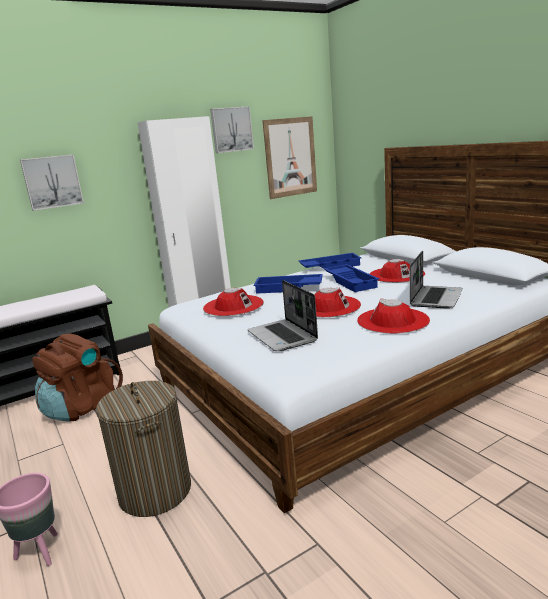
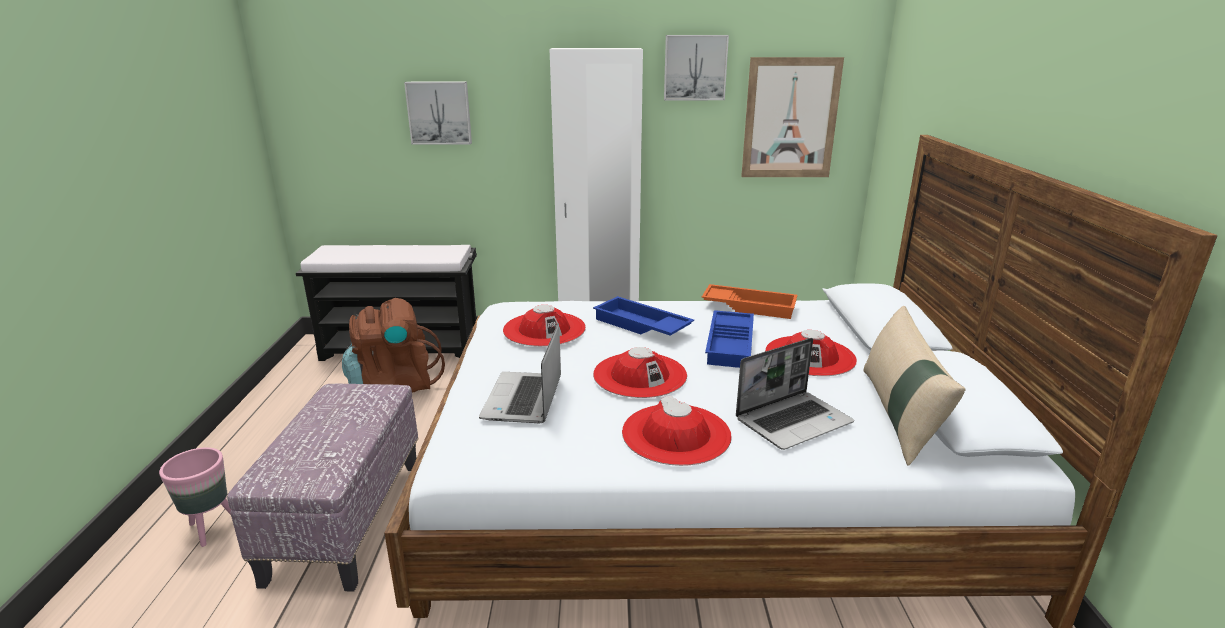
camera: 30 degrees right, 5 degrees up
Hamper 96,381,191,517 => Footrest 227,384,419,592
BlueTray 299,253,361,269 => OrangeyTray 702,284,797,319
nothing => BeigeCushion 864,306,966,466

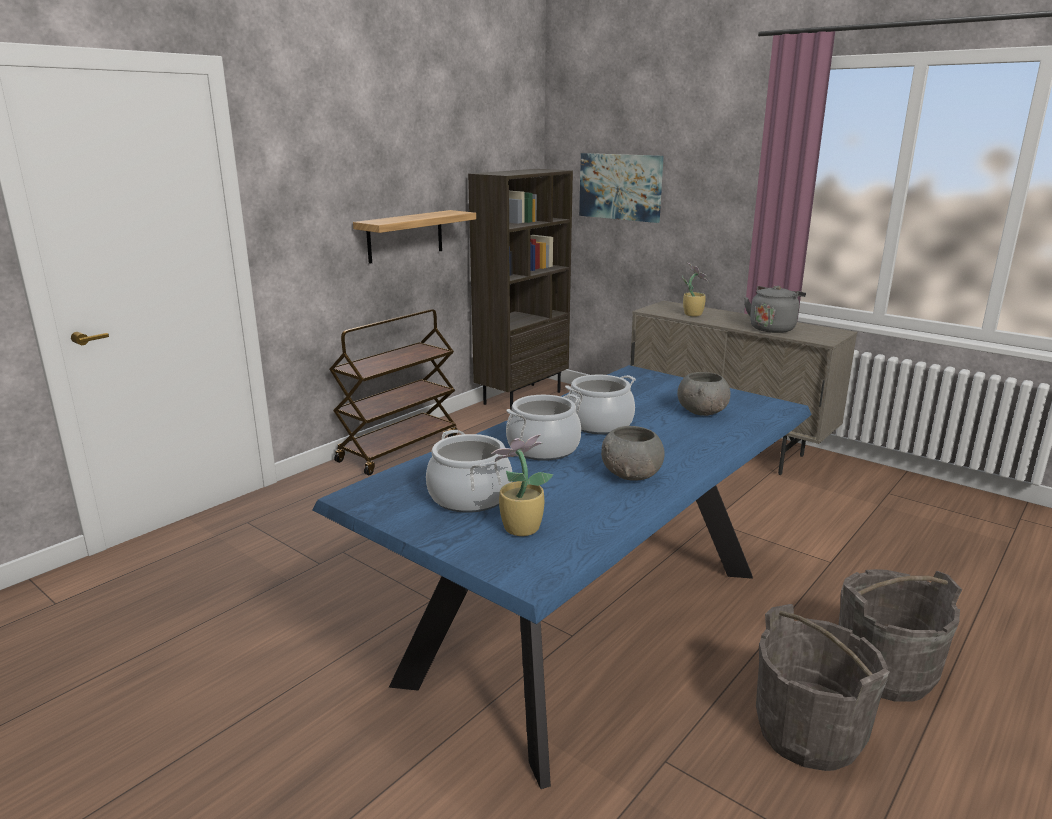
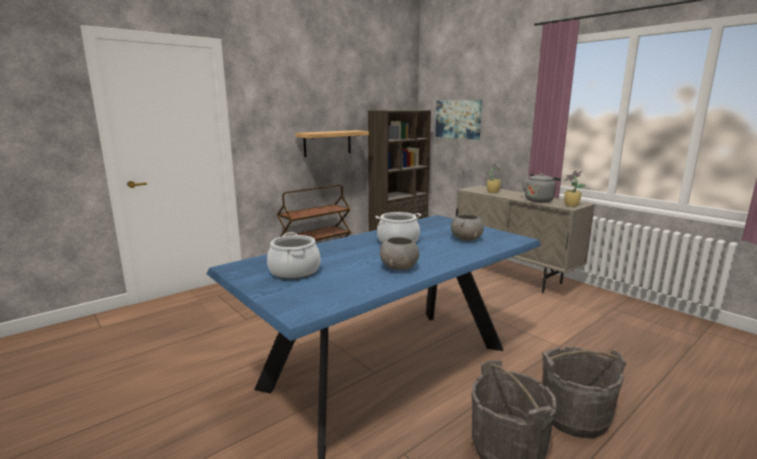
camera: 10 degrees right, 5 degrees down
PlantInAPot 491,434,553,536 => PlantInAPot 564,170,586,207, relocated
Saucepot 506,394,581,461 => nothing

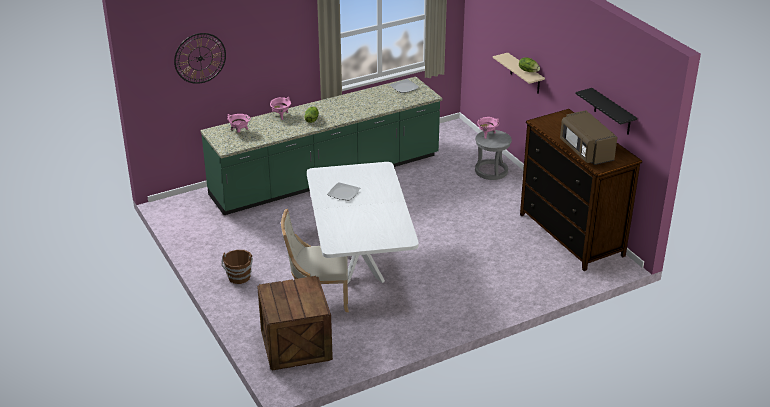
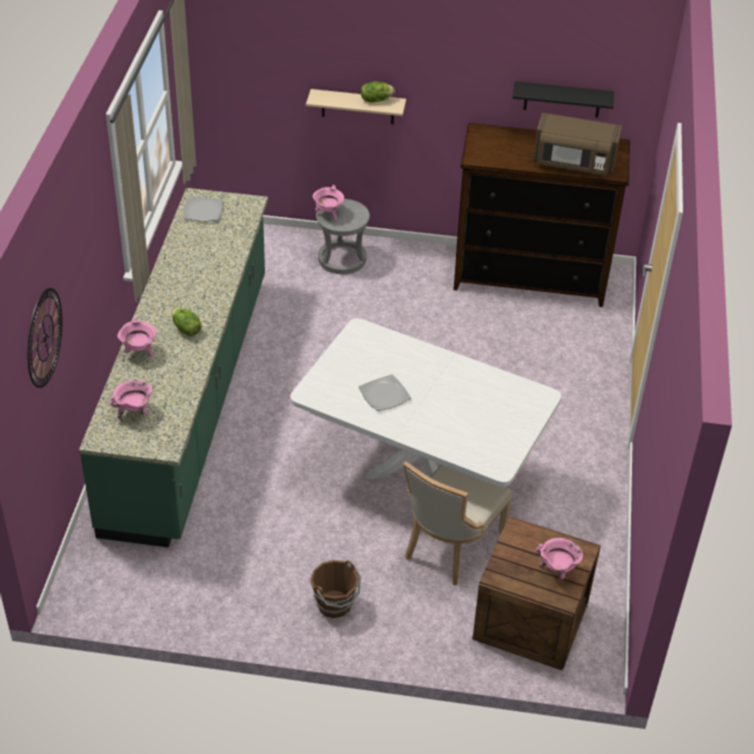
camera: 55 degrees left, 10 degrees up
nothing => PinkSaucepot 536,538,583,579

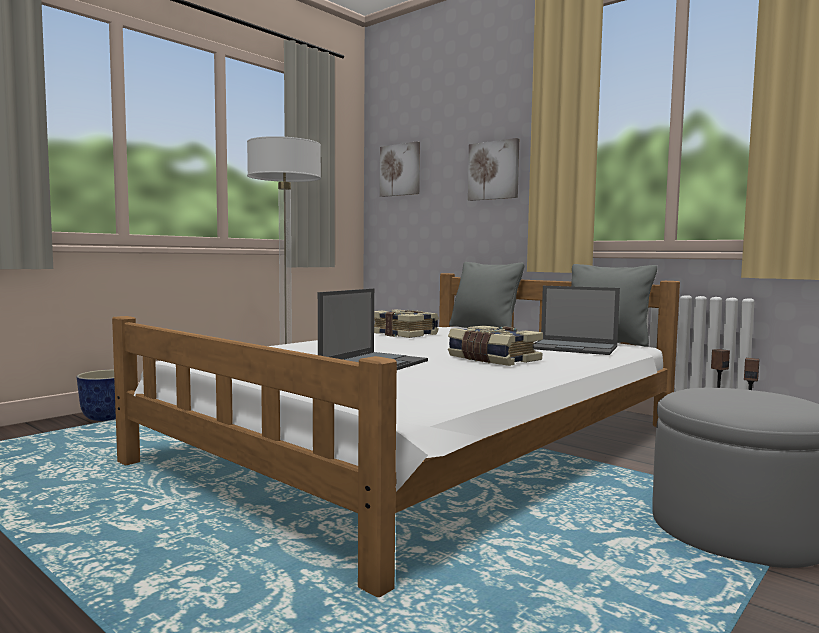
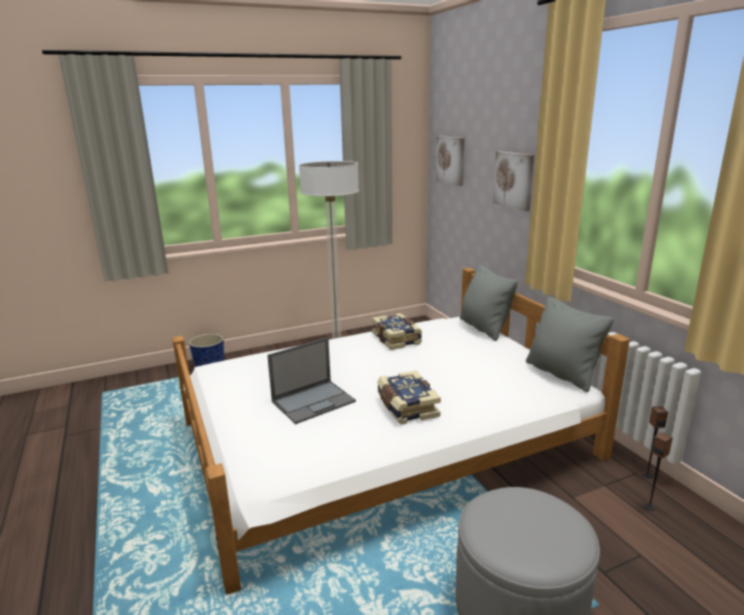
camera: 25 degrees right, 15 degrees up
PortableComputer 532,286,620,355 => nothing

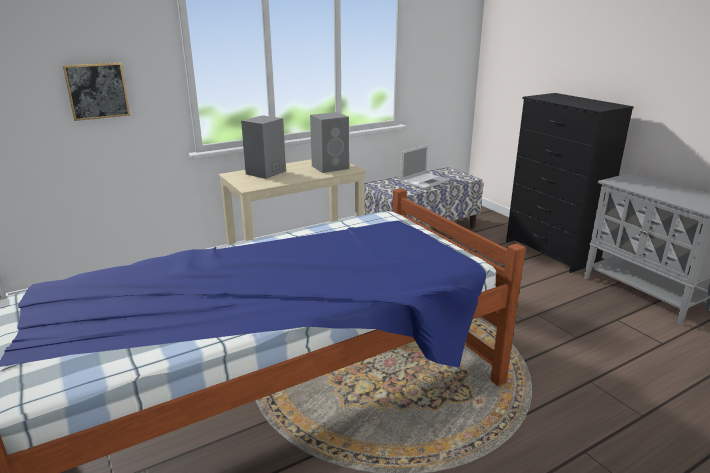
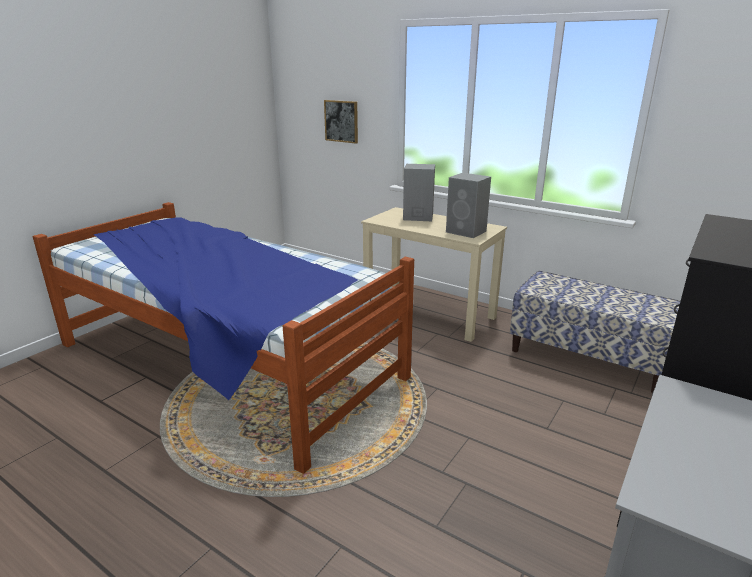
camera: 65 degrees right, 0 degrees up
PortableComputer 400,145,449,189 => nothing

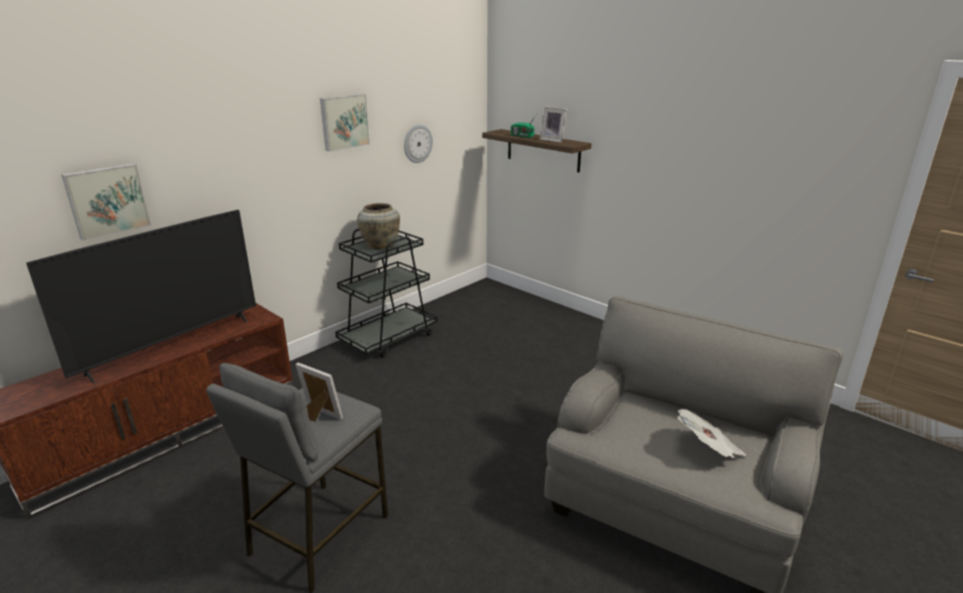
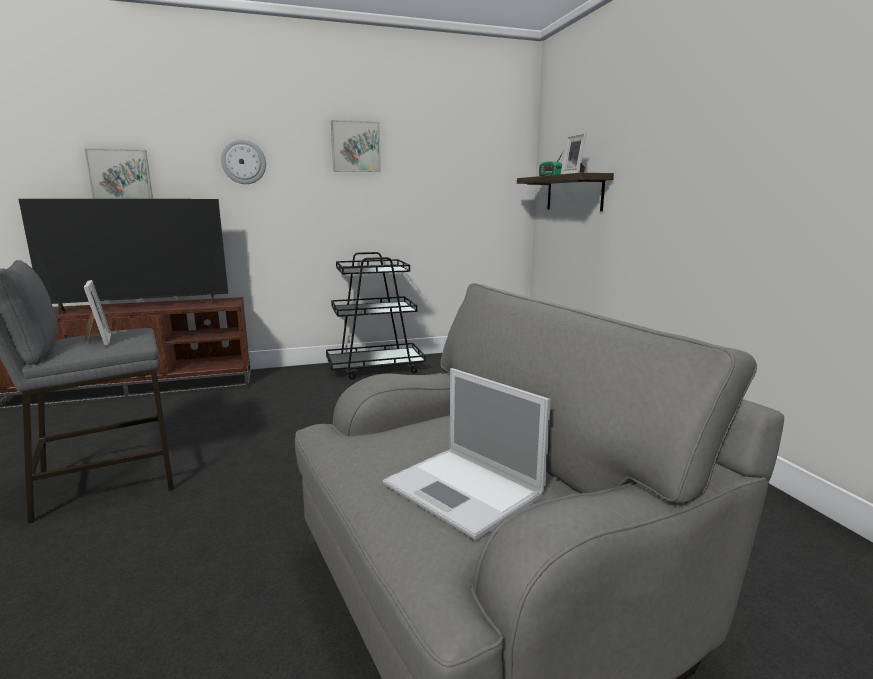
camera: 30 degrees right, 10 degrees down
WallClock 404,124,433,163 => WallClock 221,139,266,184, relocated
PrintedPaper 676,409,746,458 => PortableComputer 383,368,551,540
BeigeFlowerVase 357,203,400,249 => nothing

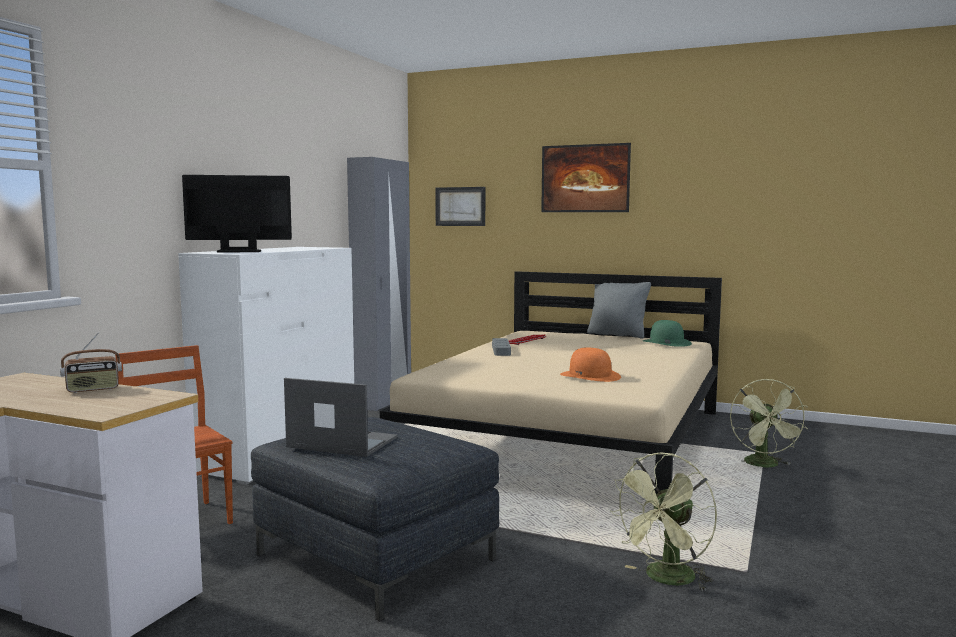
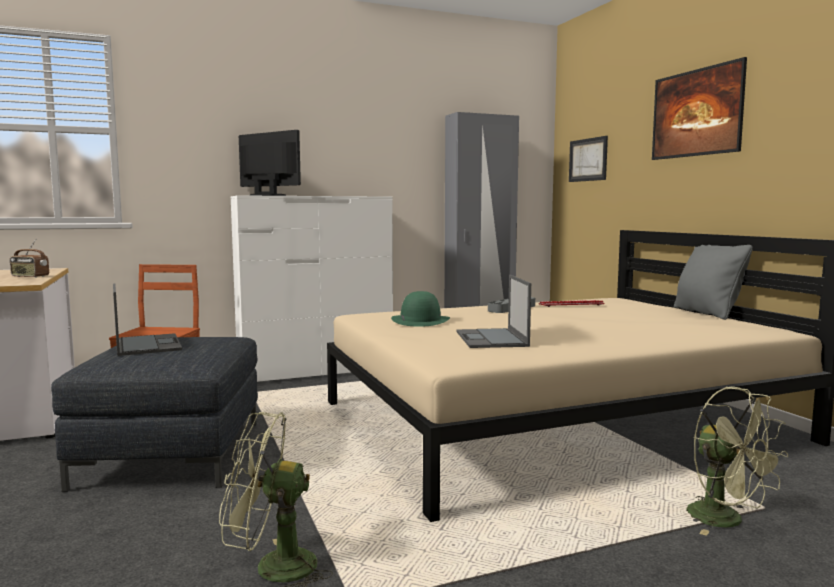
camera: 45 degrees right, 0 degrees up
GreenishHat 643,320,692,347 => GreenishHat 391,291,450,327, relocated
OrangeyHat 560,348,621,382 => PortableComputer 456,275,531,348
GreenishCoolingFan 730,379,808,467 => GreenishCoolingFan 686,386,788,536, 75 degrees counterclockwise

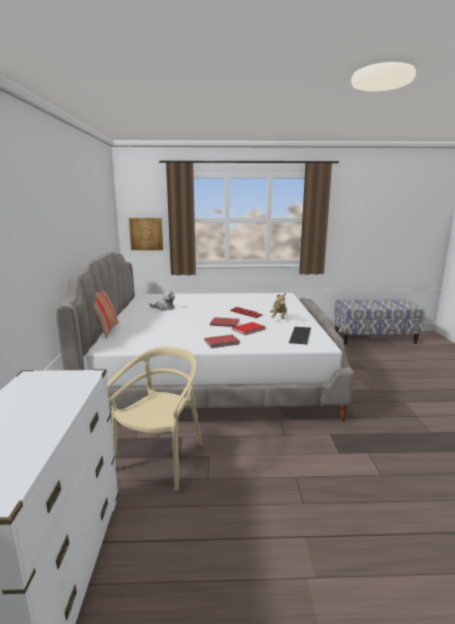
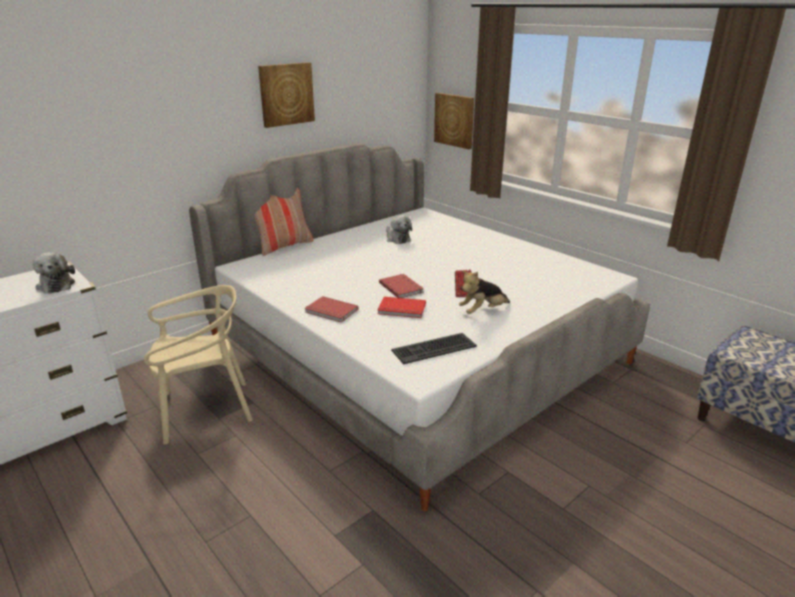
camera: 50 degrees right, 10 degrees up
nothing => SoftToy 32,252,75,294
nothing => Picture 258,62,315,128

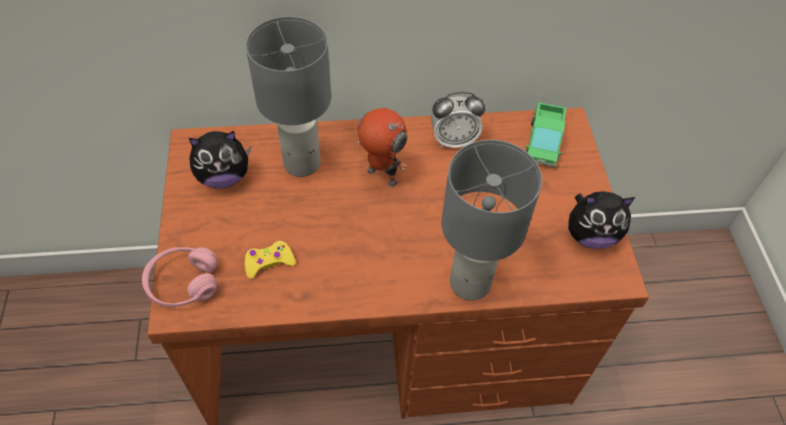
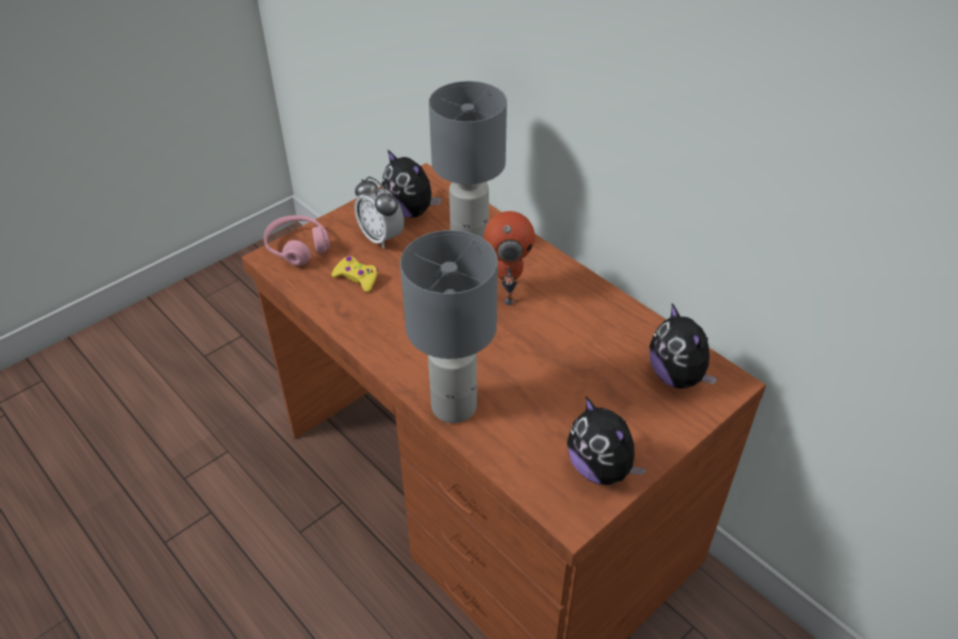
camera: 55 degrees right, 10 degrees down
TableClock 431,92,485,148 => TableClock 354,177,404,249, relocated
ToyLorry 525,102,566,167 => SoftToy 650,303,717,389

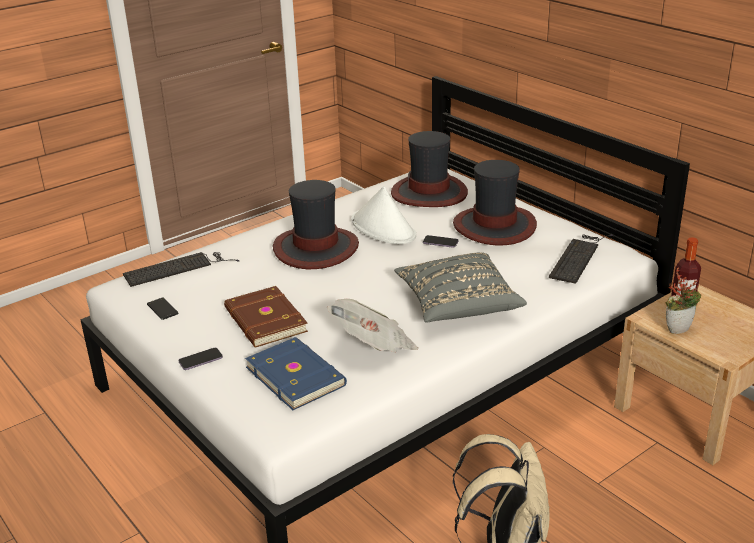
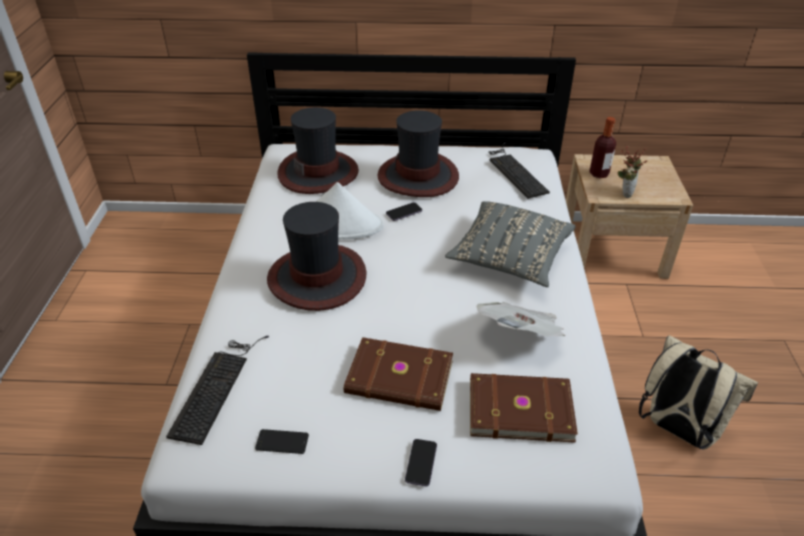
camera: 50 degrees left, 10 degrees up
BlueBoundBook 245,337,347,410 => BrownColouredBoundBook 470,373,578,443

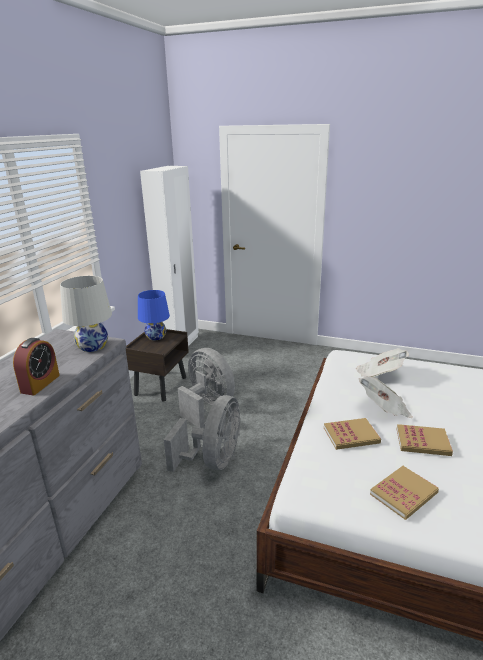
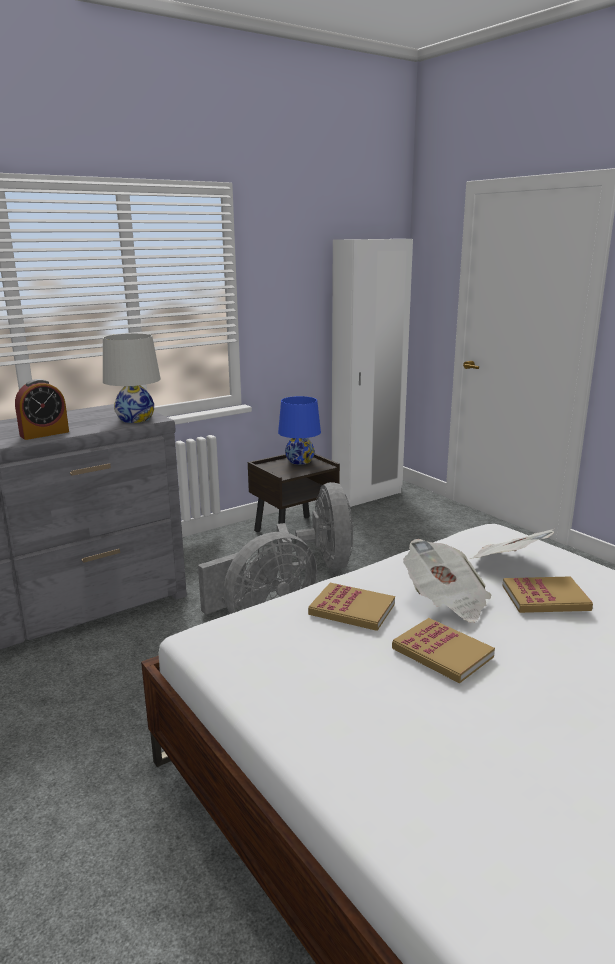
camera: 35 degrees right, 5 degrees down
BoundBook 370,466,439,520 => BoundBook 503,576,593,613, relocated

